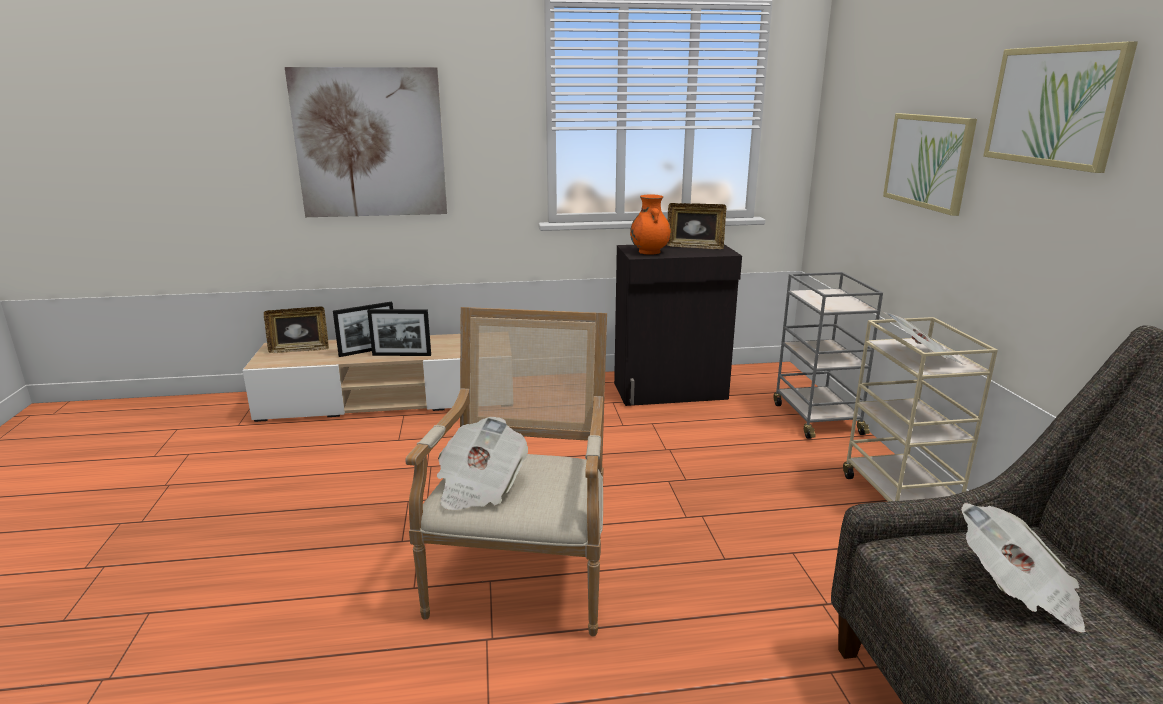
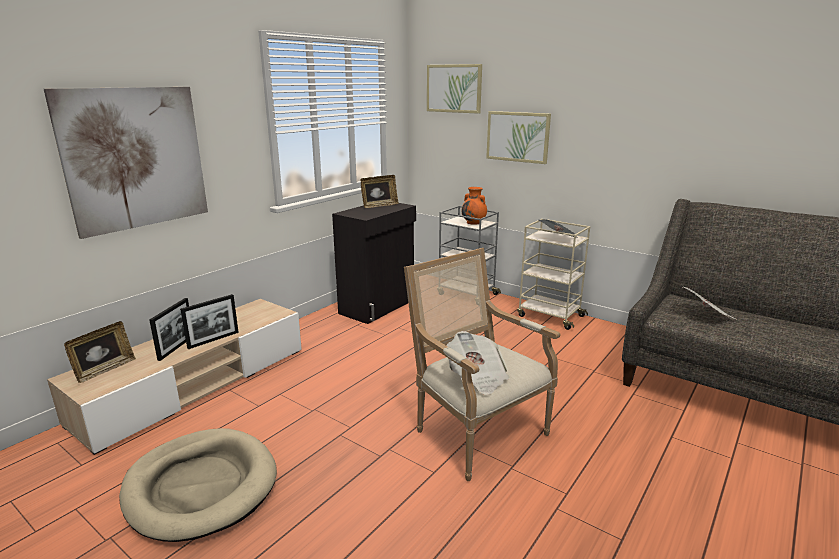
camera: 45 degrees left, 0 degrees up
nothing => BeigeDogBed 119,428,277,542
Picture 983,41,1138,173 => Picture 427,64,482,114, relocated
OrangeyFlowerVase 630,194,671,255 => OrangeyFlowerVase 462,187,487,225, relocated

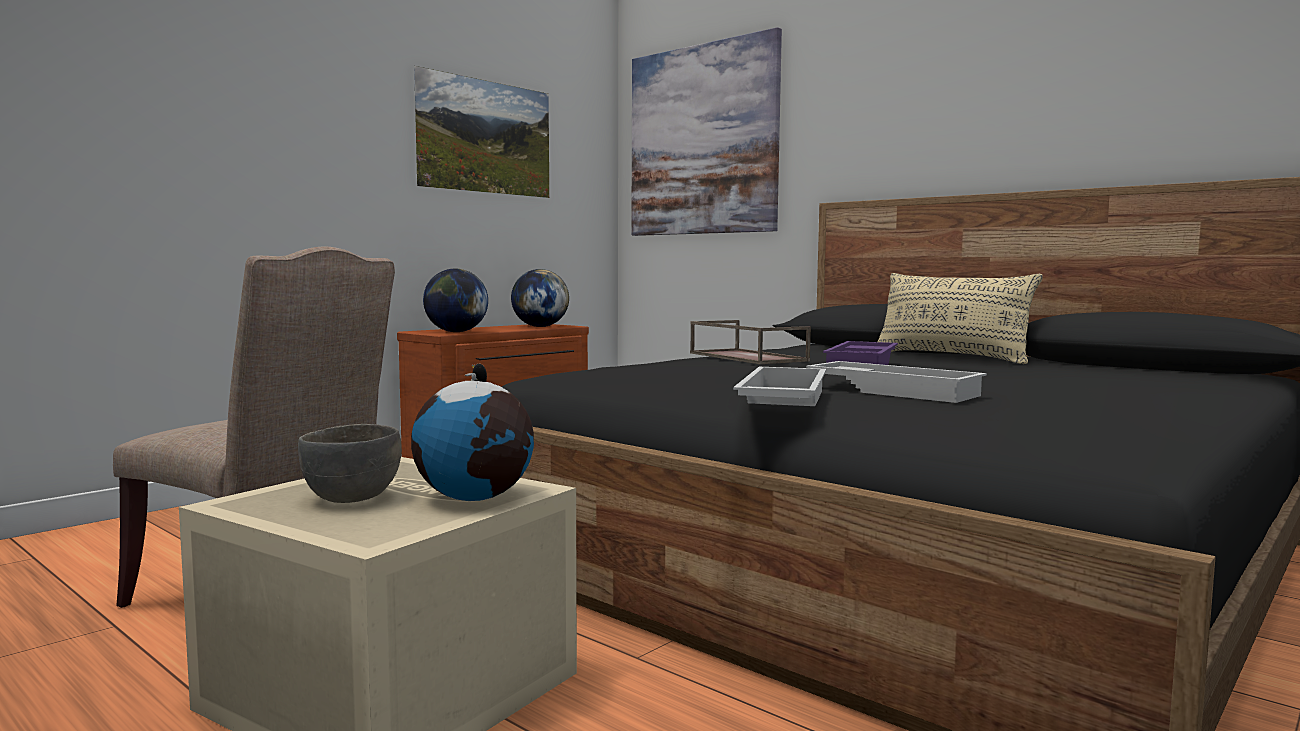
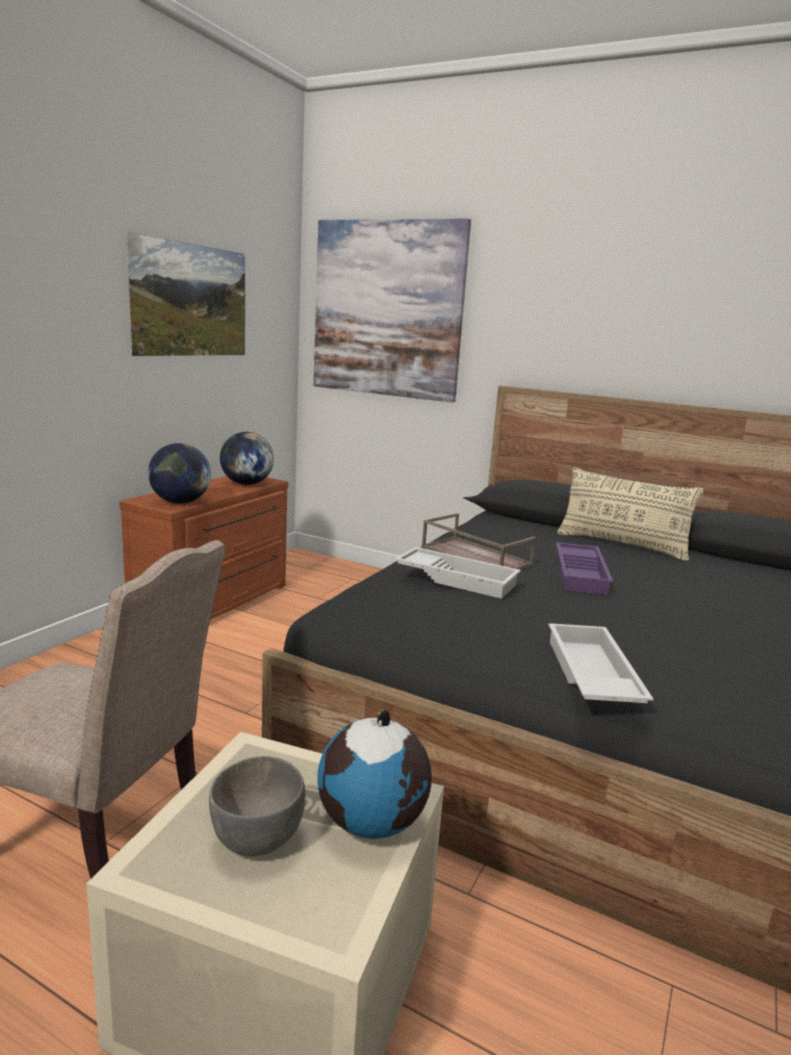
camera: 15 degrees left, 10 degrees up
WhitishTray 806,361,987,403 => WhitishTray 395,547,521,599, relocated

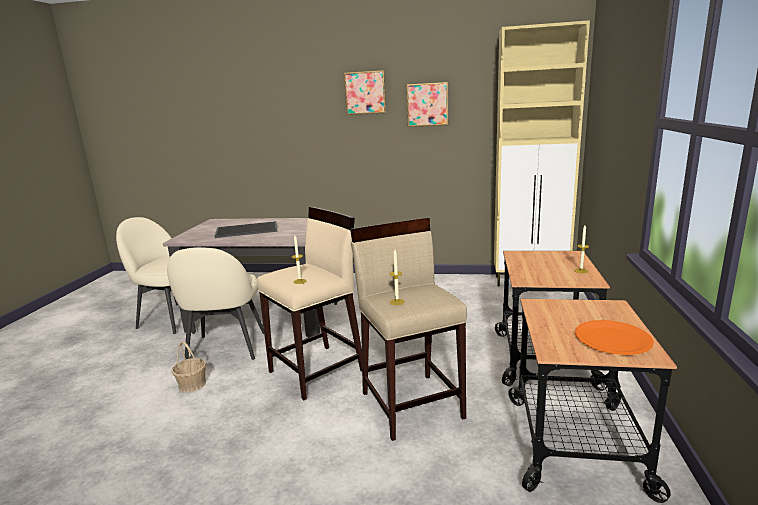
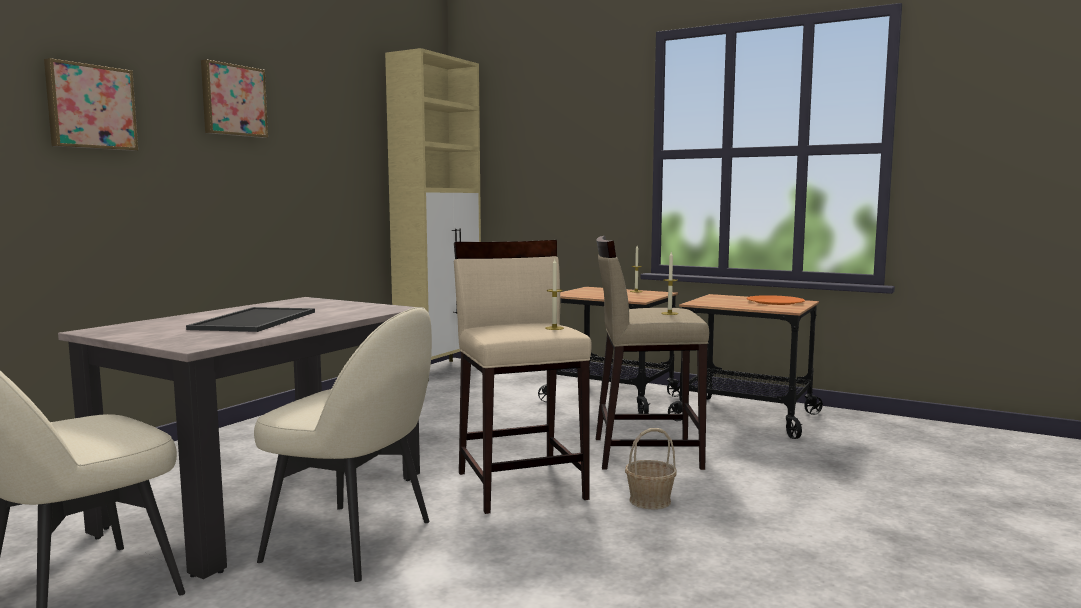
camera: 70 degrees left, 10 degrees down
Picture 407,82,448,127 => Picture 44,58,138,151, relocated
Basket 171,342,206,393 => Basket 625,428,677,510, relocated

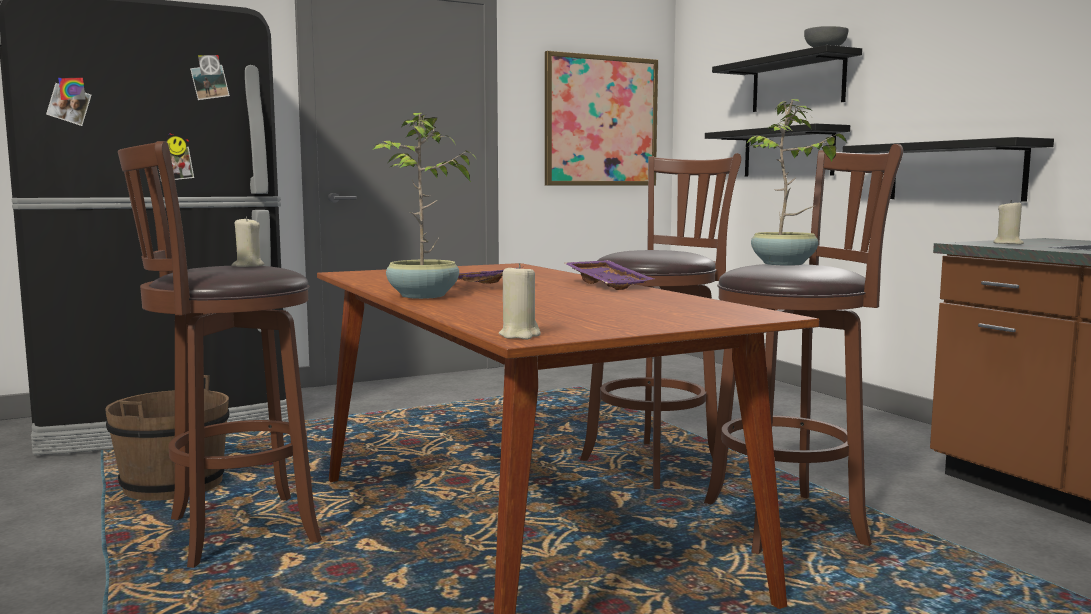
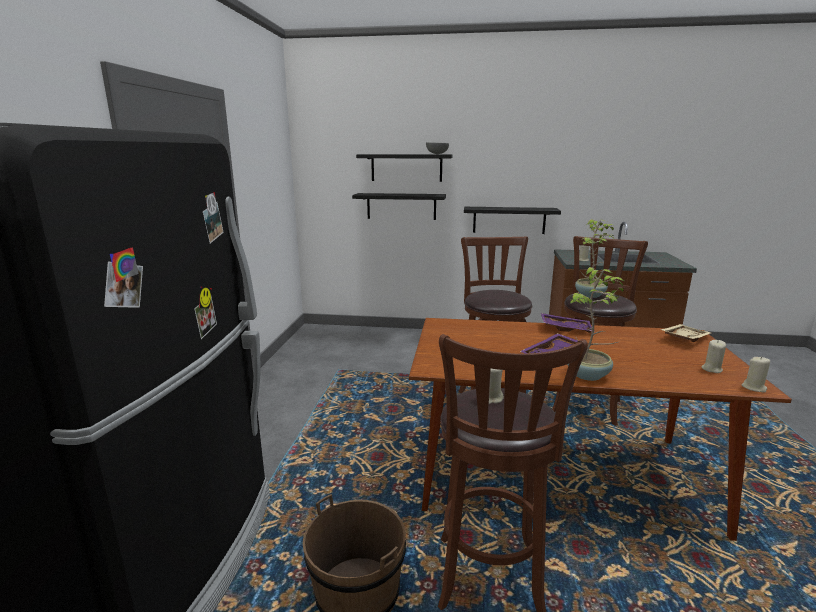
camera: 55 degrees left, 10 degrees up
nothing => BeigeTray 660,324,711,342
nothing => BeigeCandle 702,340,726,373
Picture 545,51,658,186 => nothing

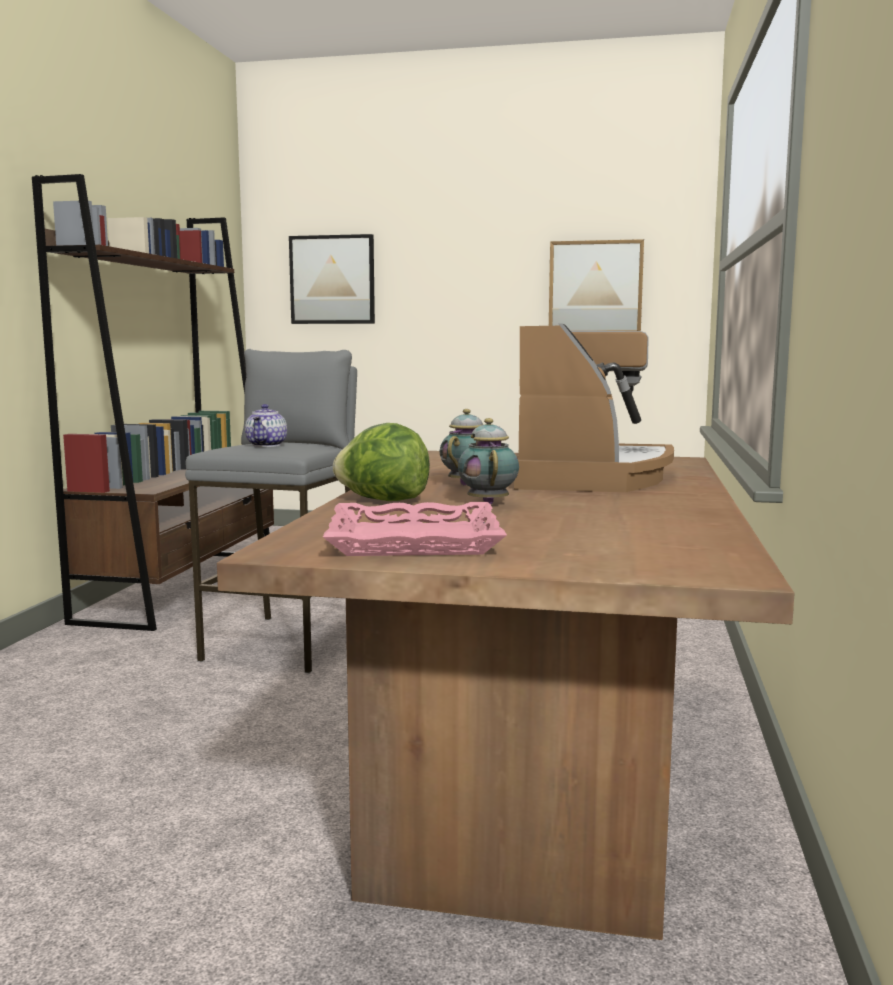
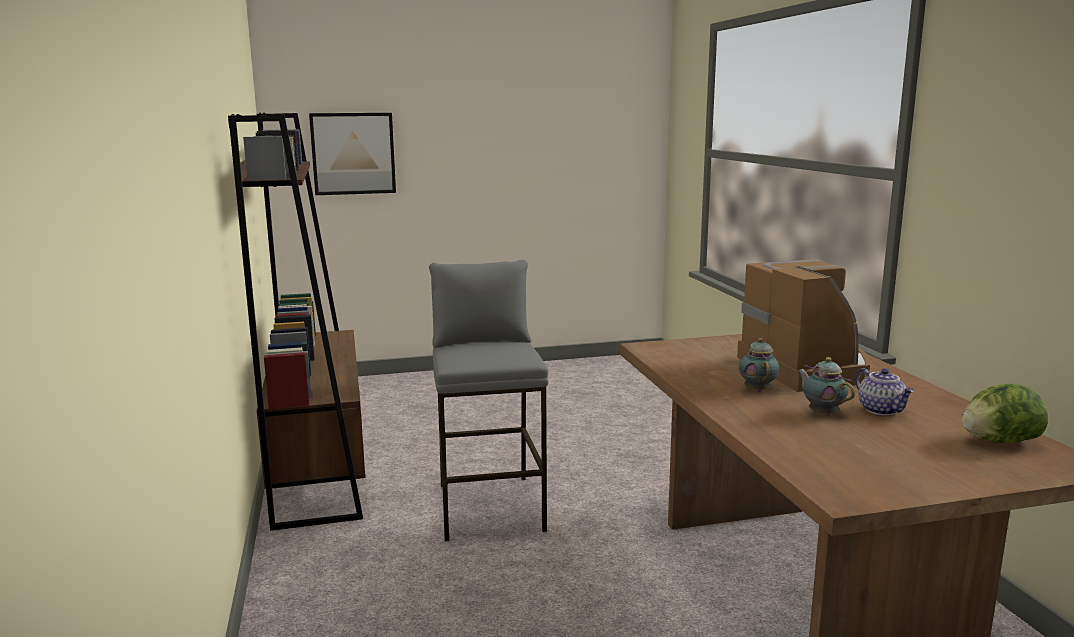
camera: 25 degrees left, 5 degrees up
Teapot 245,404,287,447 => Teapot 855,368,914,416, relocated
HeadOfLettuce 333,423,430,501 => HeadOfLettuce 962,384,1048,443, relocated
PinkTray 323,502,507,556 => nothing
Picture 549,239,644,331 => nothing

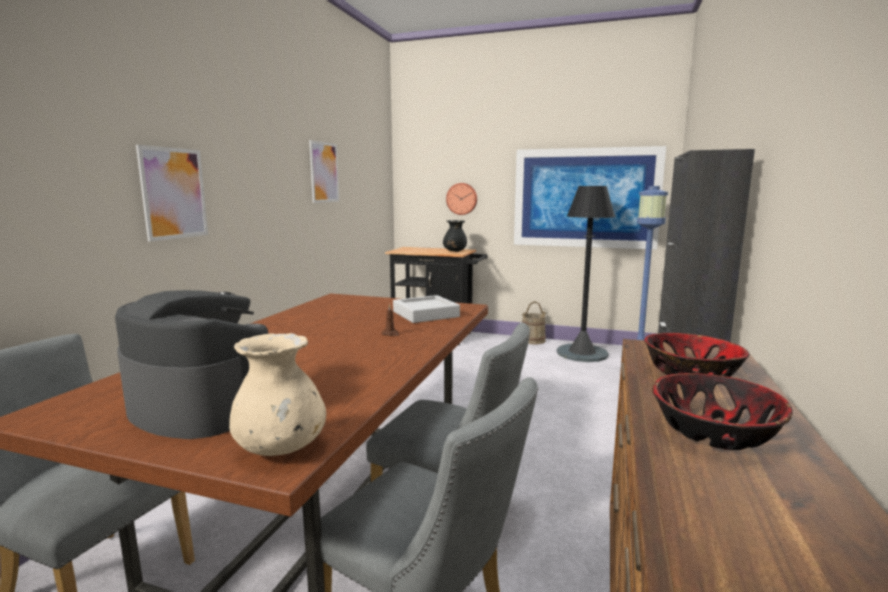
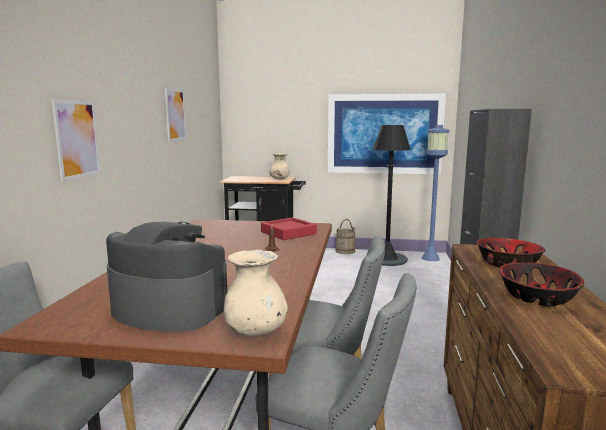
camera: 10 degrees left, 0 degrees up
GrayTray 393,295,460,323 => ReddishTray 261,217,317,240
BlackFlowerVase 443,220,467,252 => BeigeFlowerVase 269,153,290,180
WallClock 446,183,477,215 => nothing

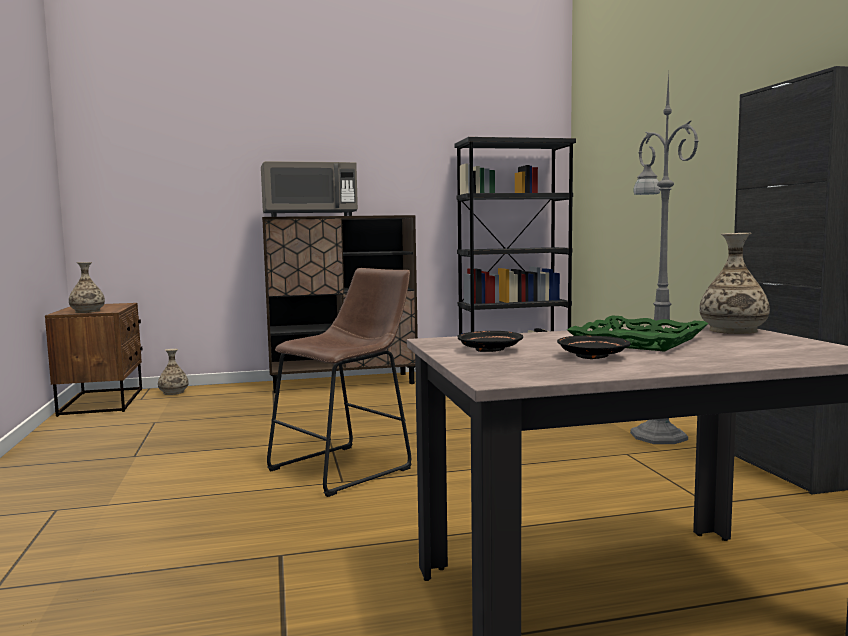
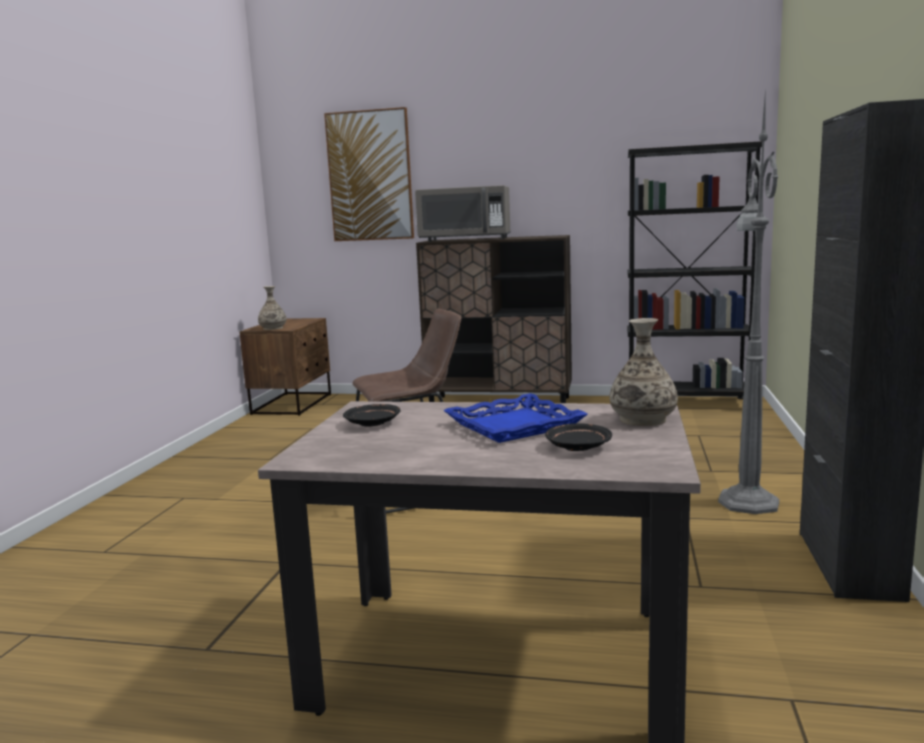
camera: 25 degrees right, 5 degrees up
nothing => Picture 324,107,414,241
GreenishTray 567,315,709,352 => BlueTray 444,393,588,443
BlackPlate 557,336,631,359 => BlackPlate 545,423,612,451, relocated
FlowerVase 158,349,189,395 => nothing

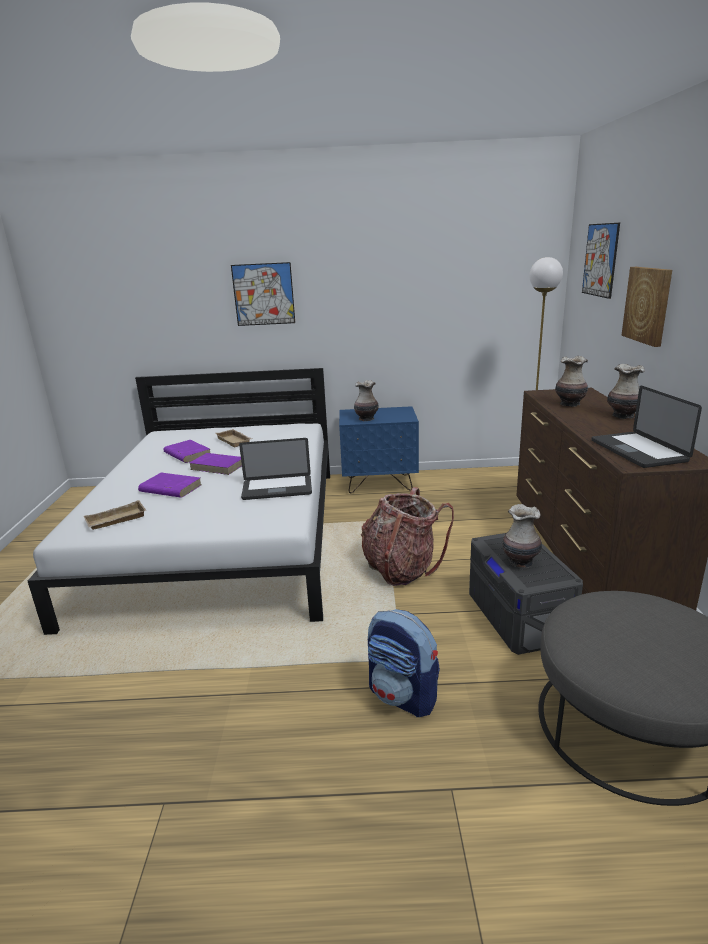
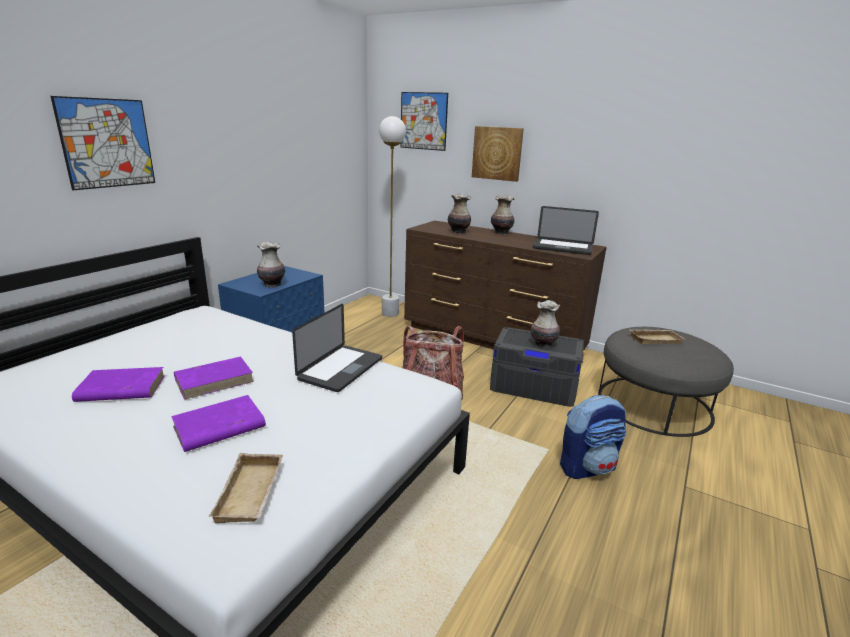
camera: 60 degrees left, 0 degrees up
BeigeTray 215,429,252,447 => BeigeTray 629,329,685,344, relocated

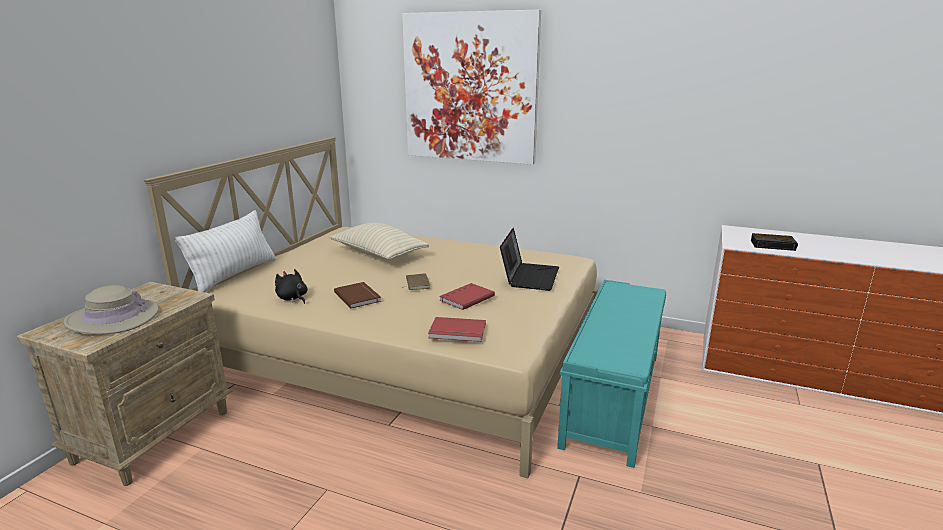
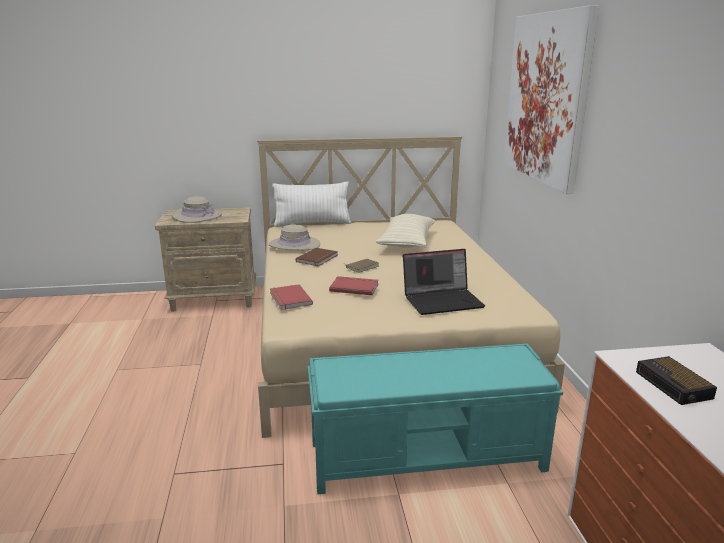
camera: 60 degrees right, 0 degrees up
BlackSoftToy 275,269,308,304 => BeigeHat 268,224,320,250

